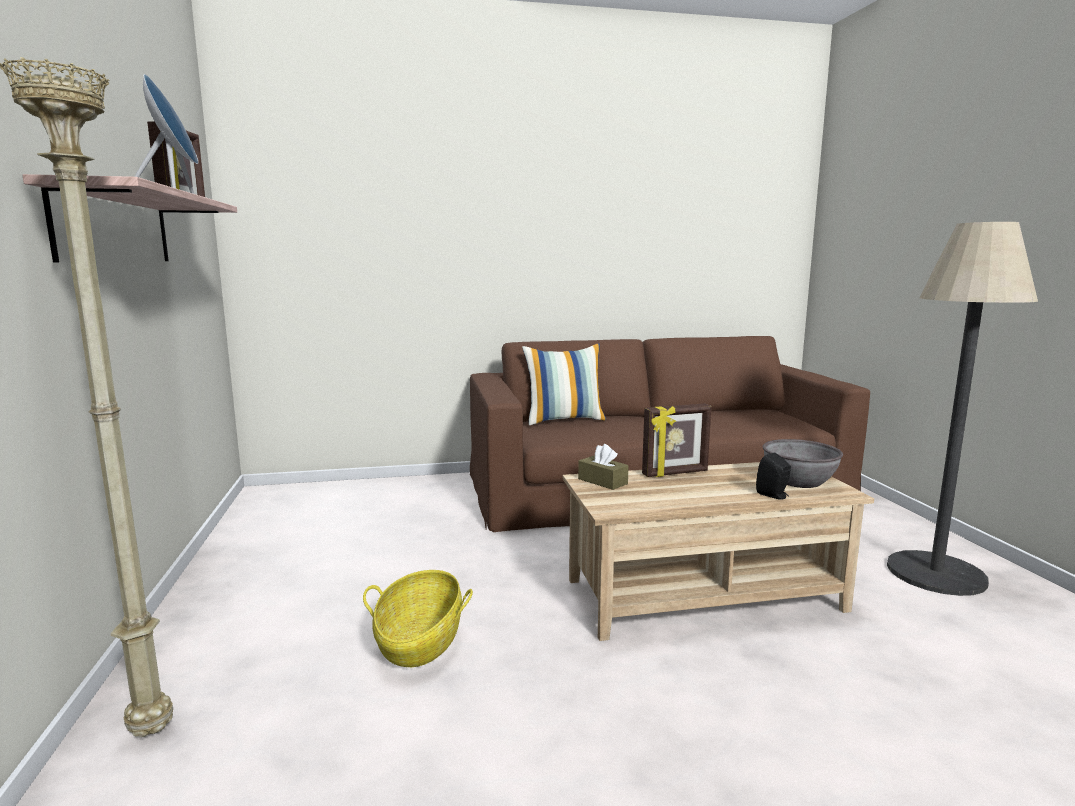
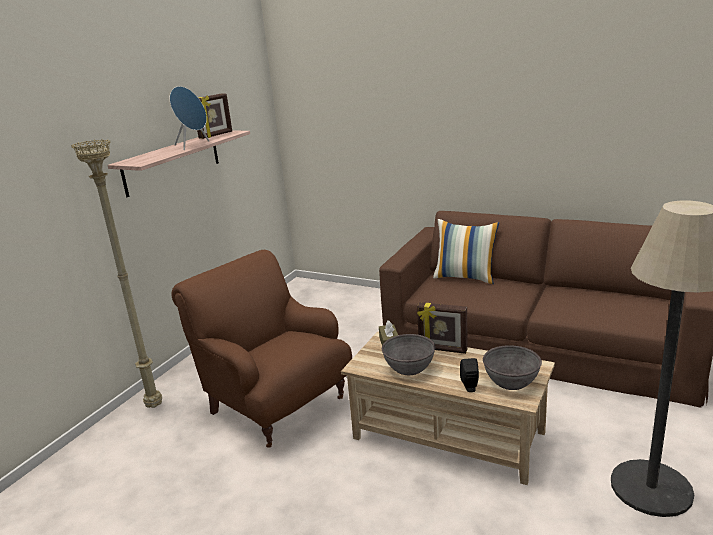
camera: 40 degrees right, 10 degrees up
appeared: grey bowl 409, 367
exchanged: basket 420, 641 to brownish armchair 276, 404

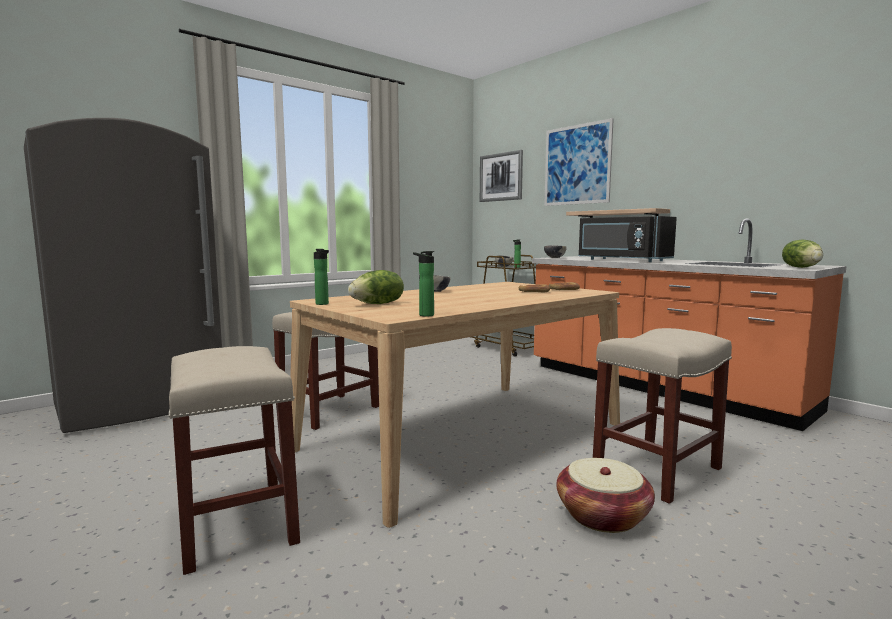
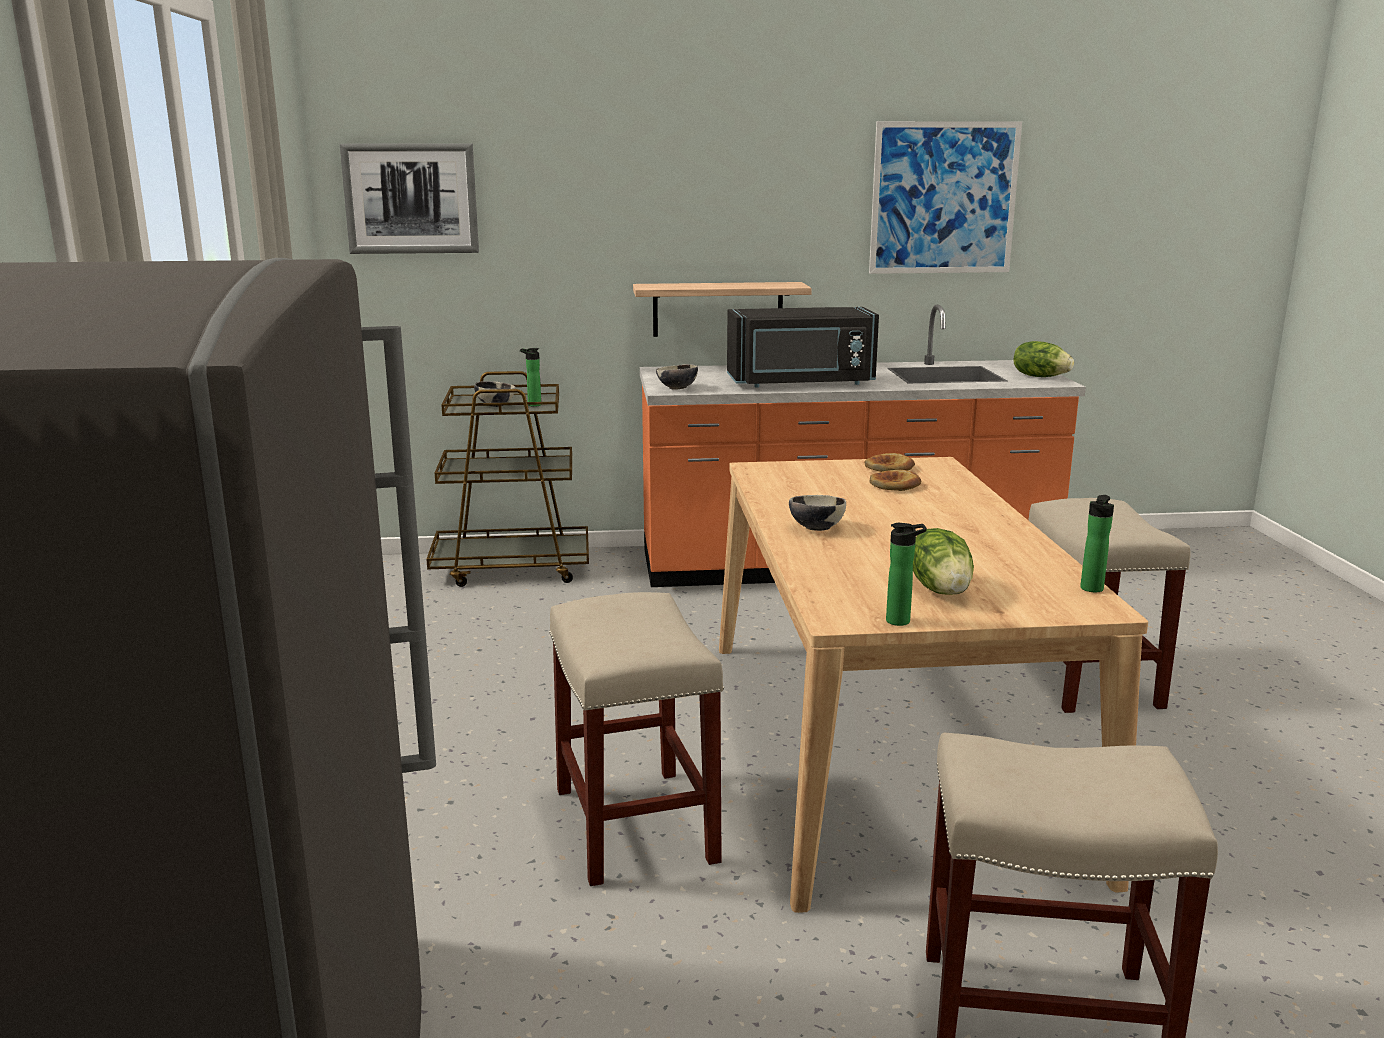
camera: 55 degrees left, 10 degrees up
missing: basket 602, 515
relocated: wall art 577, 165 to 943, 198

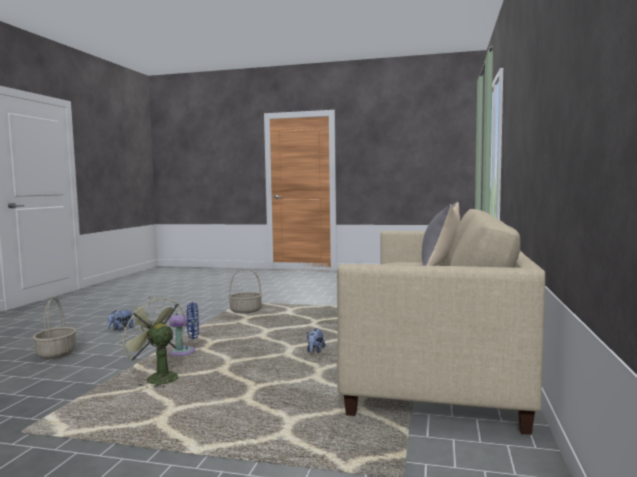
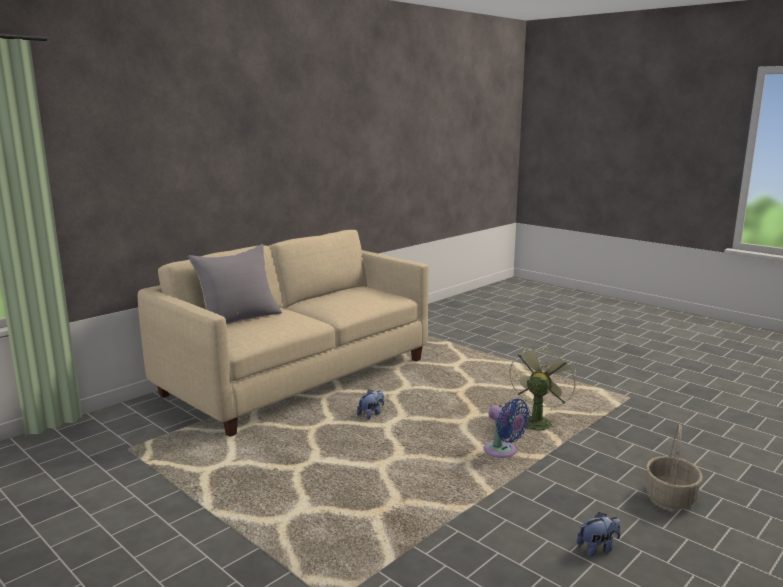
camera: 150 degrees left, 10 degrees up
missing: basket 246, 311
spun: green electric fan 157, 378 = 537, 421 135 degrees counterclockwise; bluish electric fan 185, 352 = 503, 452 150 degrees counterclockwise

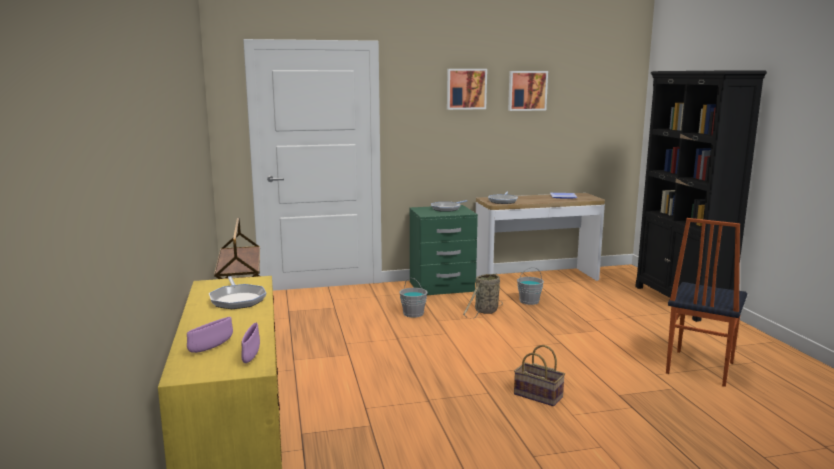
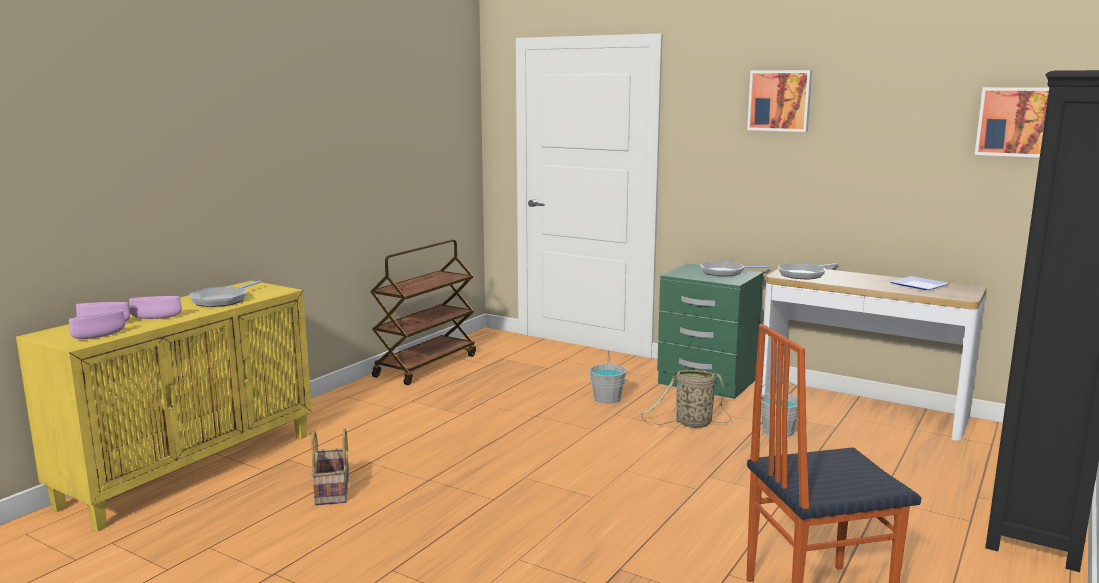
camera: 45 degrees right, 0 degrees up
appeared: purple-coloured bowl 156, 318
relocated: wall art 527, 90 to 1017, 121; basket 539, 395 to 333, 491

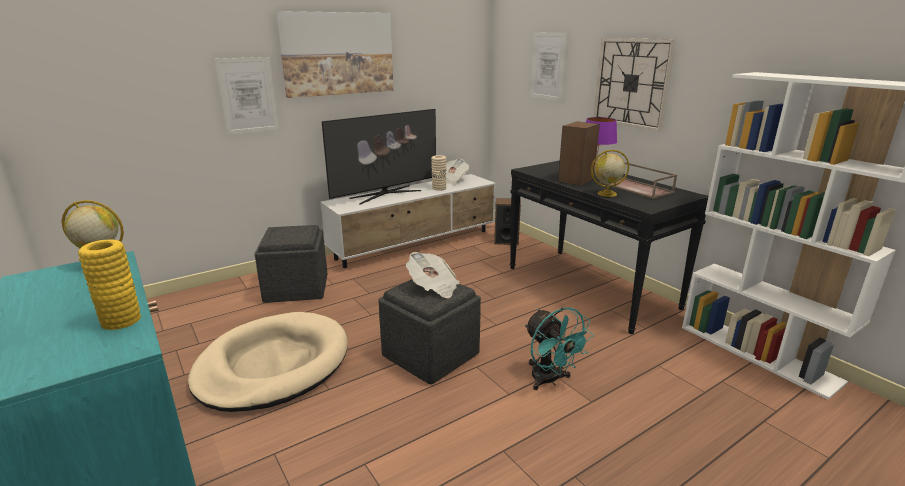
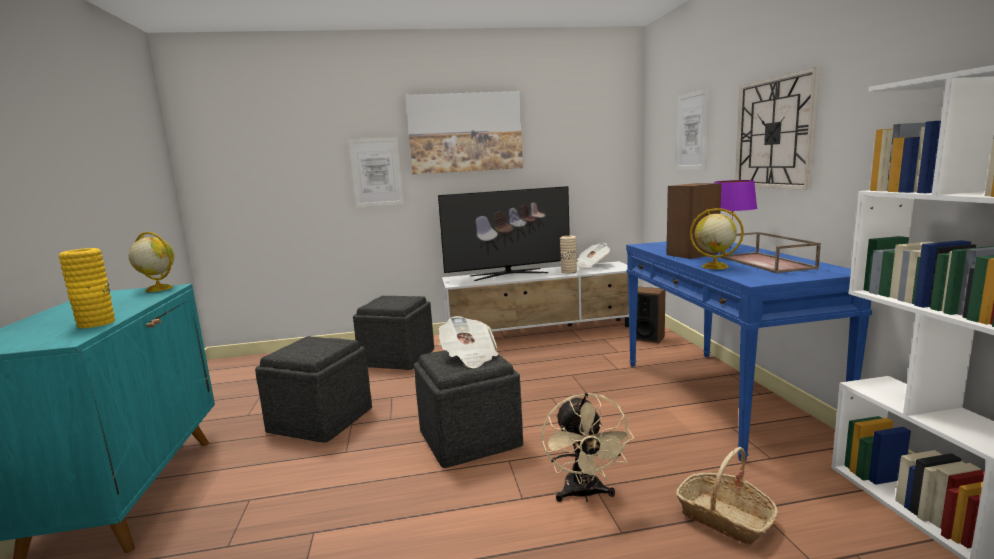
camera: 25 degrees right, 10 degrees down
appeared: basket 724, 518
exchanged: beige dog bed 273, 365 to grey ottoman 319, 421
colour: black hall table 590, 287 to bluish hall table 721, 398; turquoise electric fan 549, 380 to beige electric fan 584, 494

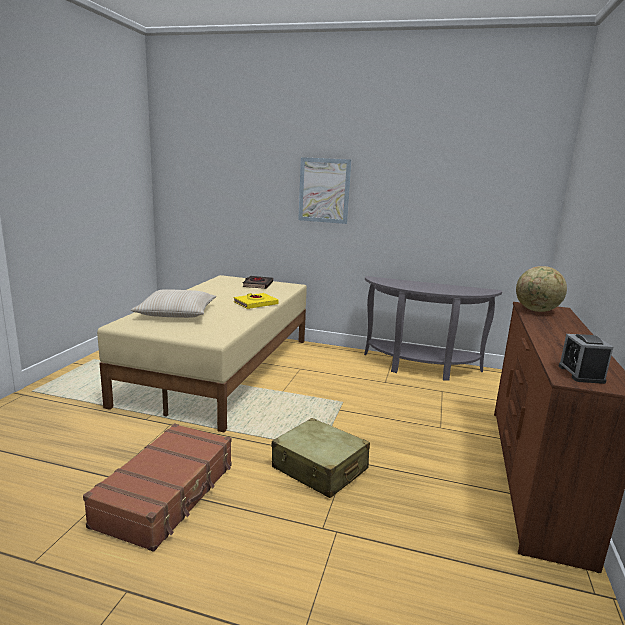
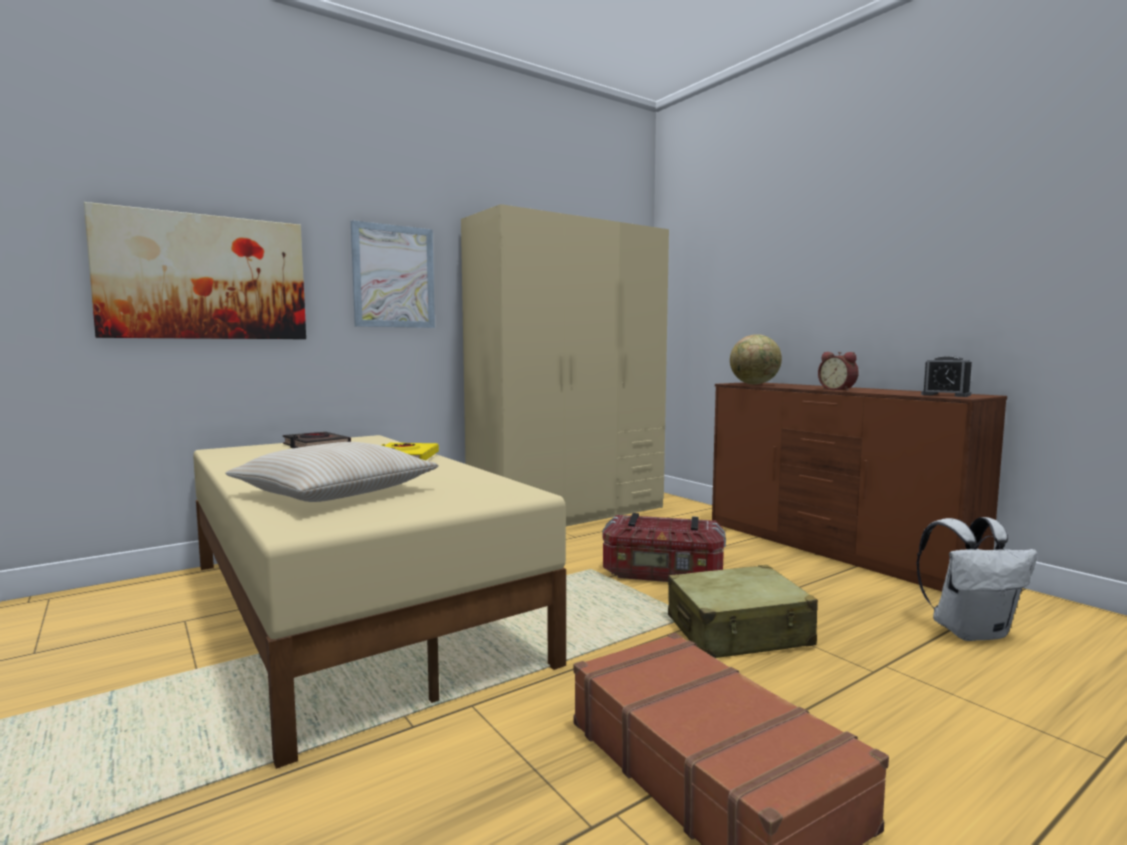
camera: 50 degrees left, 10 degrees down
appeared: wall art 204, 277; storage container 662, 574; table clock 838, 389; whitish backpack 970, 631
exchanged: grey hall table 420, 368 to beige wardrobe 569, 514

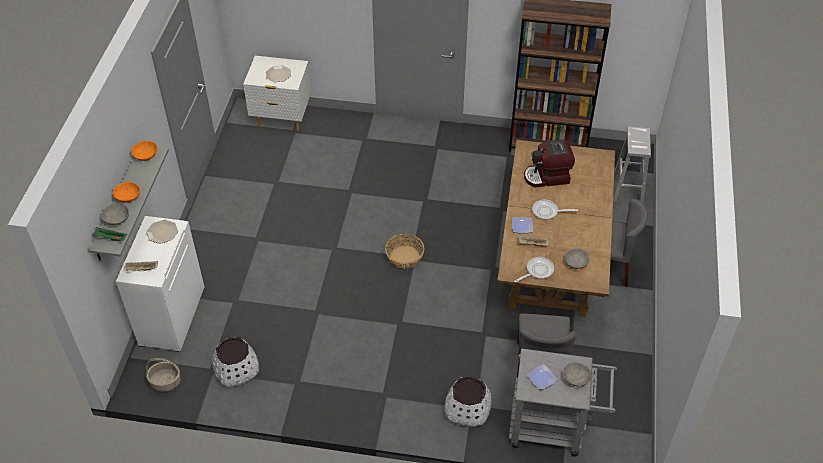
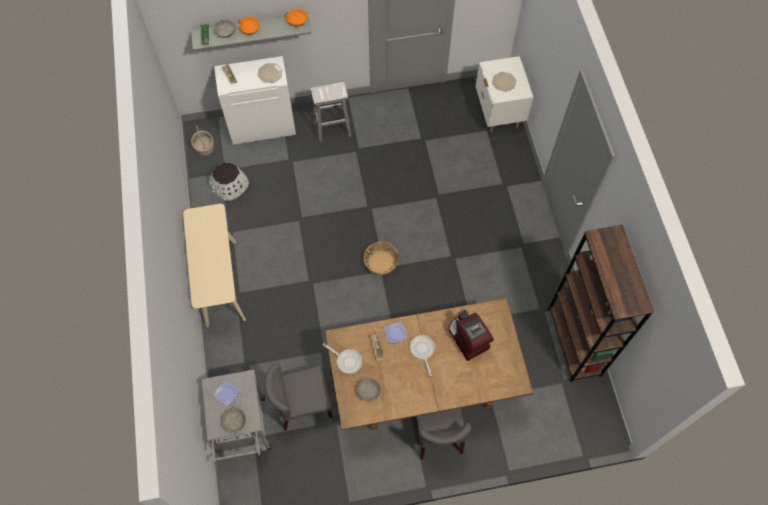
camera: 70 degrees right, 15 degrees up
missing: whitish plant pot 467, 408
appeared: beige hall table 220, 282
relocated: whitish stool seat 627, 189 to 333, 128

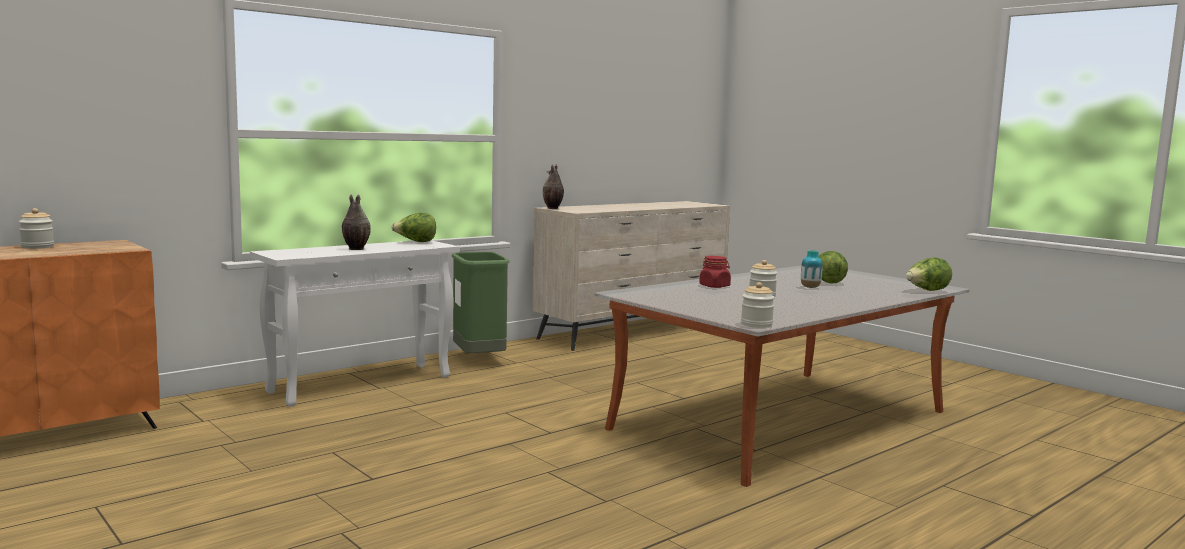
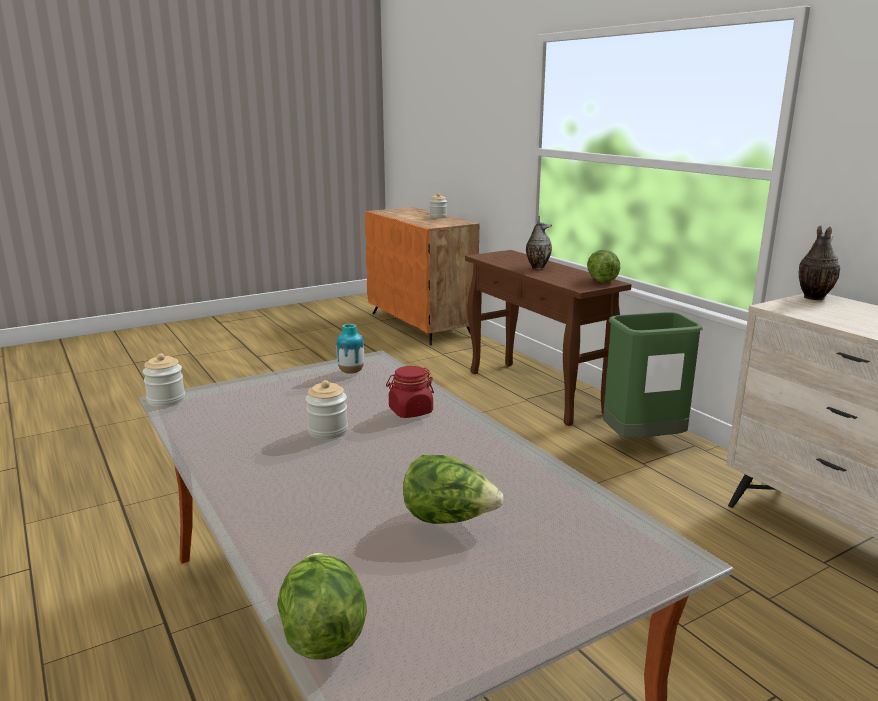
camera: 100 degrees right, 10 degrees up
relocated: vase 810, 287 to 351, 372
colour: whitish hall table 362, 384 to brownish hall table 536, 392

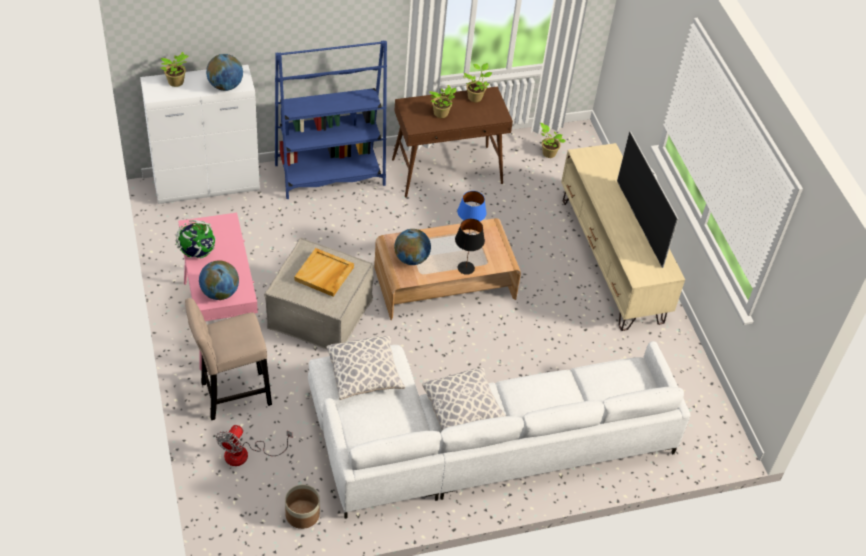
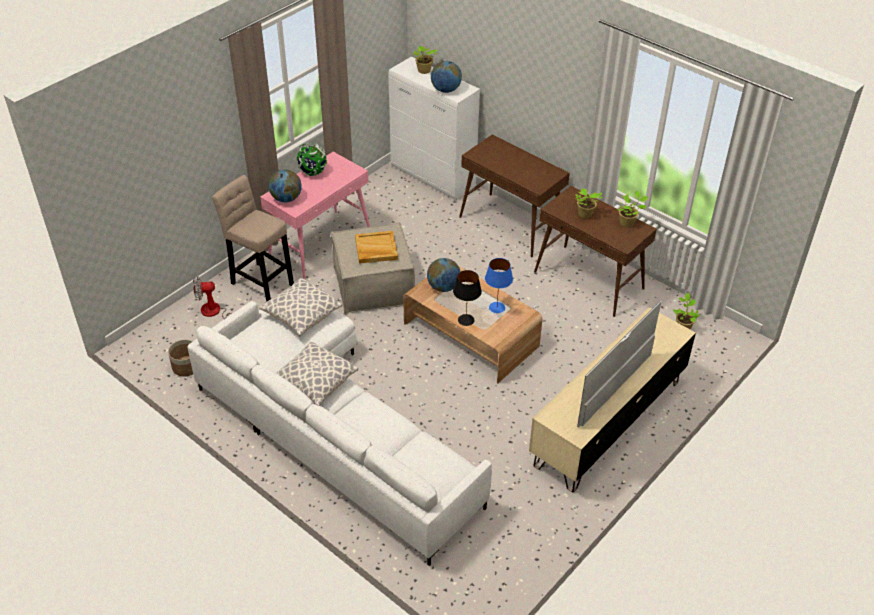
camera: 60 degrees right, 5 degrees down
exchanged: bluish bookcase 330, 175 to brownish hall table 511, 225

